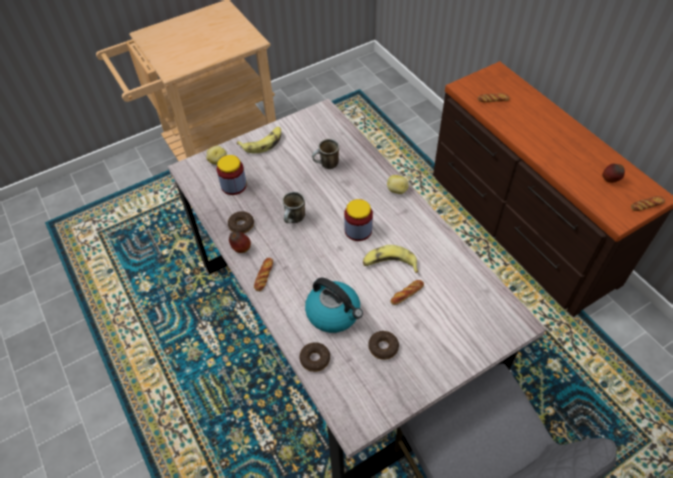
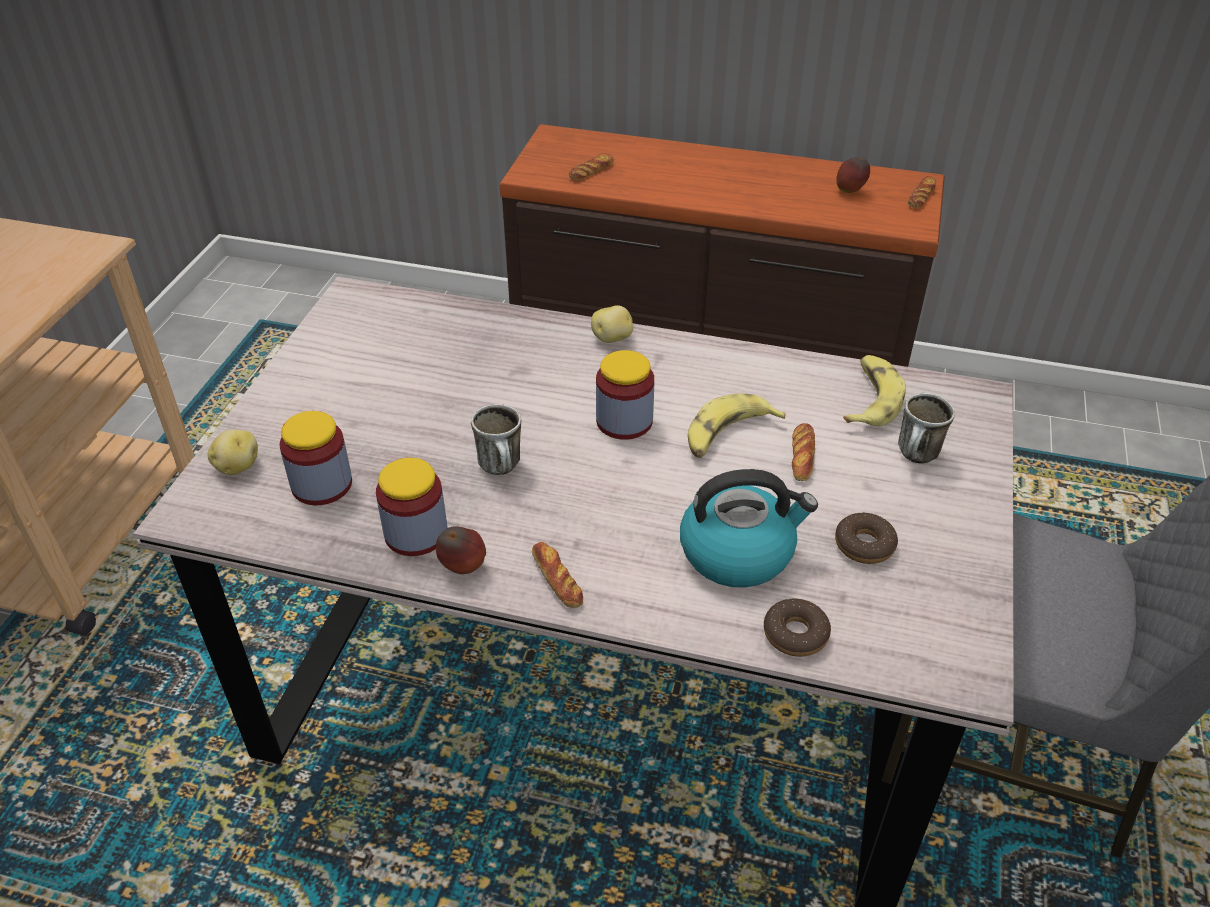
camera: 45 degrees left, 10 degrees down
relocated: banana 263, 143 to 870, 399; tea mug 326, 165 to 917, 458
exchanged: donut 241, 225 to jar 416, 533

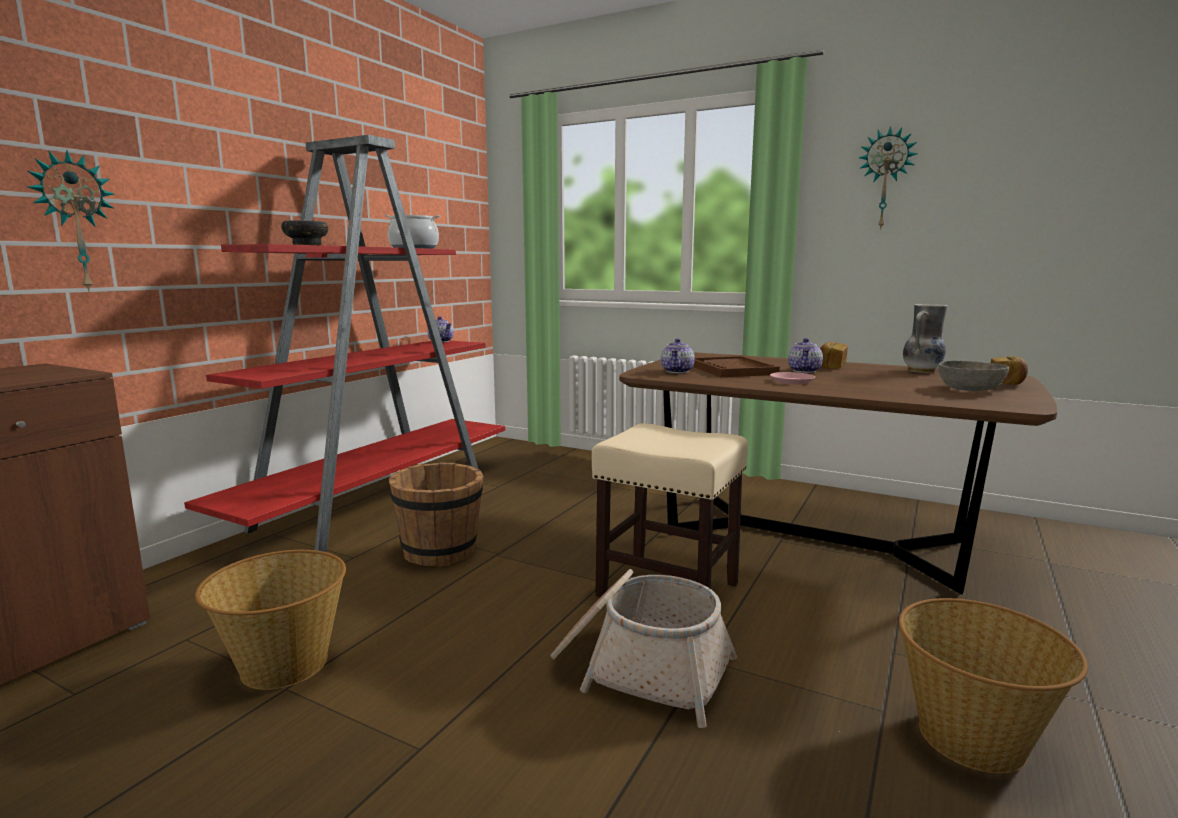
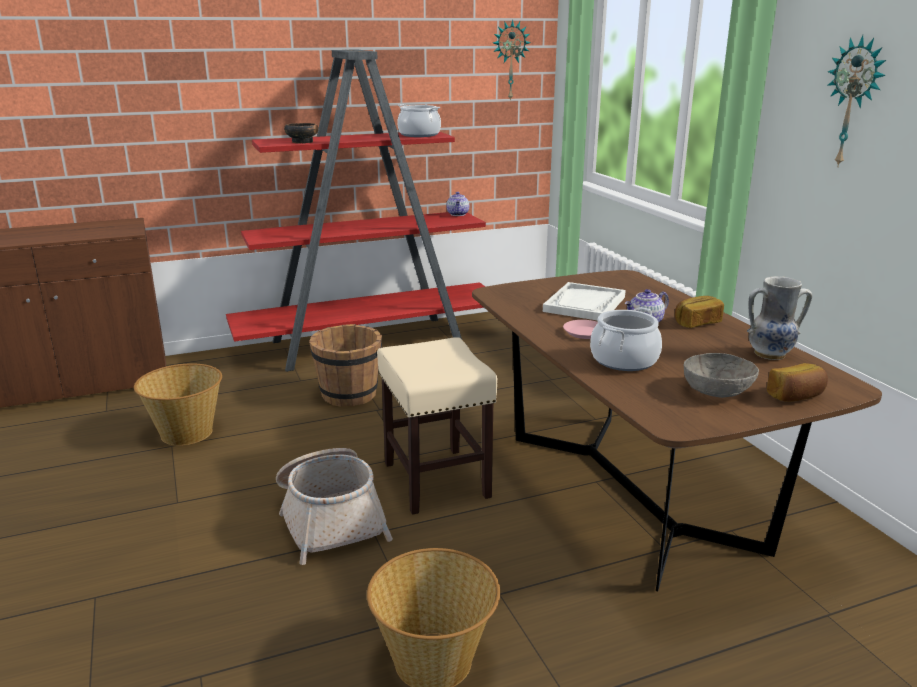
camera: 40 degrees right, 10 degrees up
missing: pot for tea 678, 371
appeared: stockpot 624, 360
relocated: wall clock 74, 222 to 509, 60
colour: brownish serving tray 732, 369 to whitish serving tray 584, 304

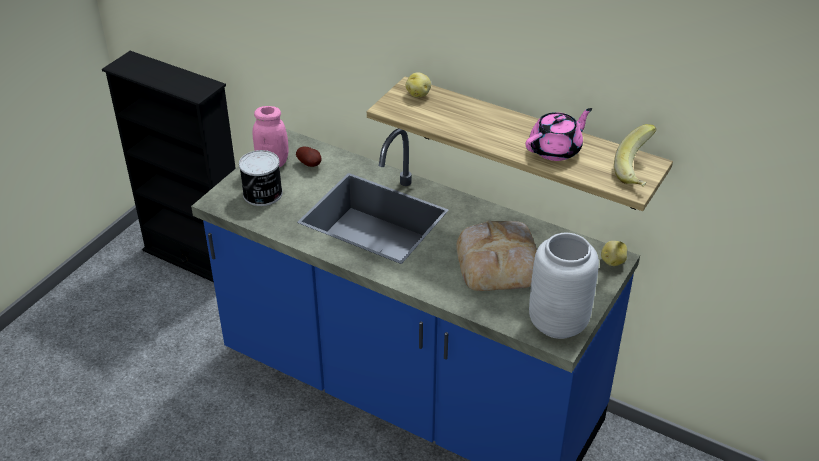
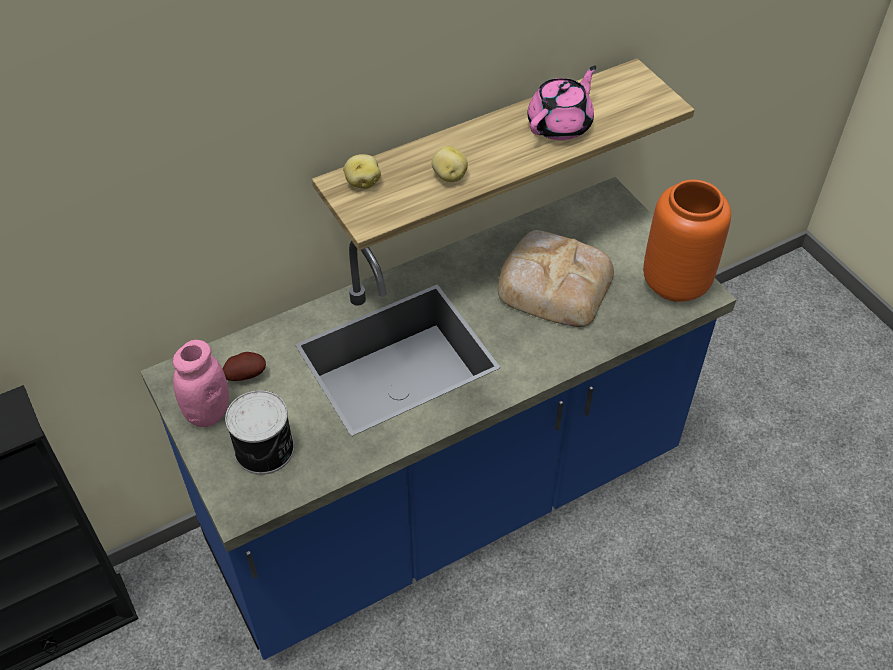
camera: 60 degrees left, 10 degrees up
missing: banana 638, 172
relocated: potato 612, 261 to 449, 176
colour: grey vase 558, 324 to orange vase 677, 283
spun: pink pot for tea 556, 149 = 560, 125 45 degrees clockwise

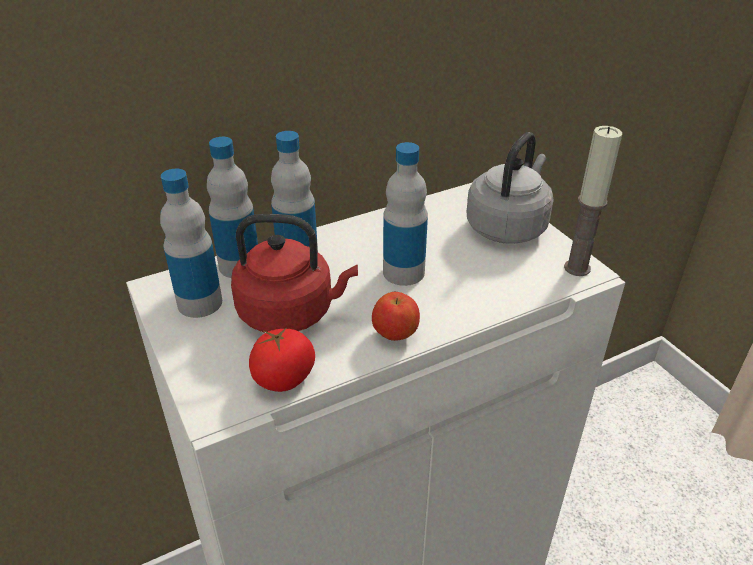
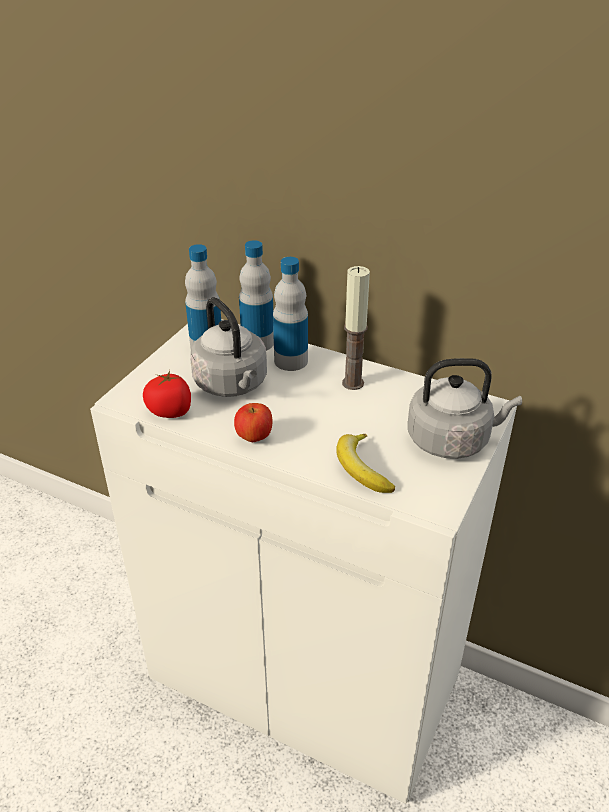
camera: 55 degrees right, 0 degrees up
missing: bottle 403, 272
appeared: banana 361, 469
relocated: candle 577, 268 to 353, 383
colour: reddish tea kettle 291, 313 to grey tea kettle 232, 385

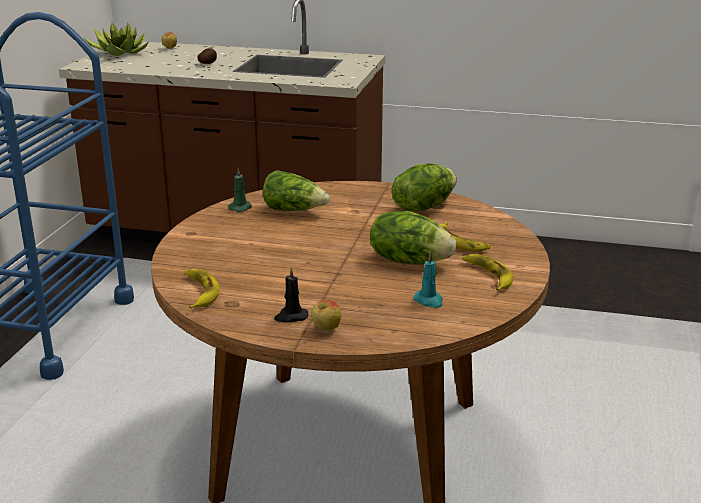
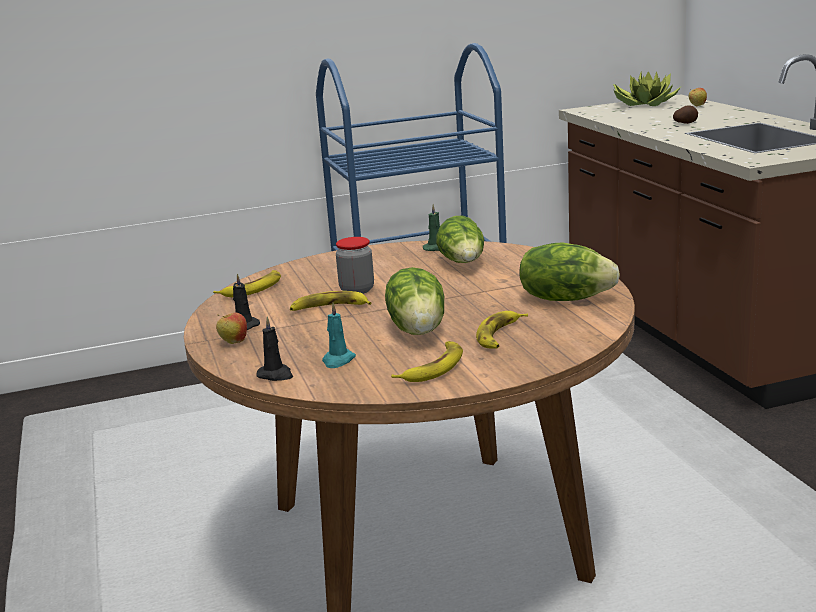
camera: 60 degrees right, 5 degrees down
appeared: black candle 276, 375; banana 329, 308; jar 357, 290

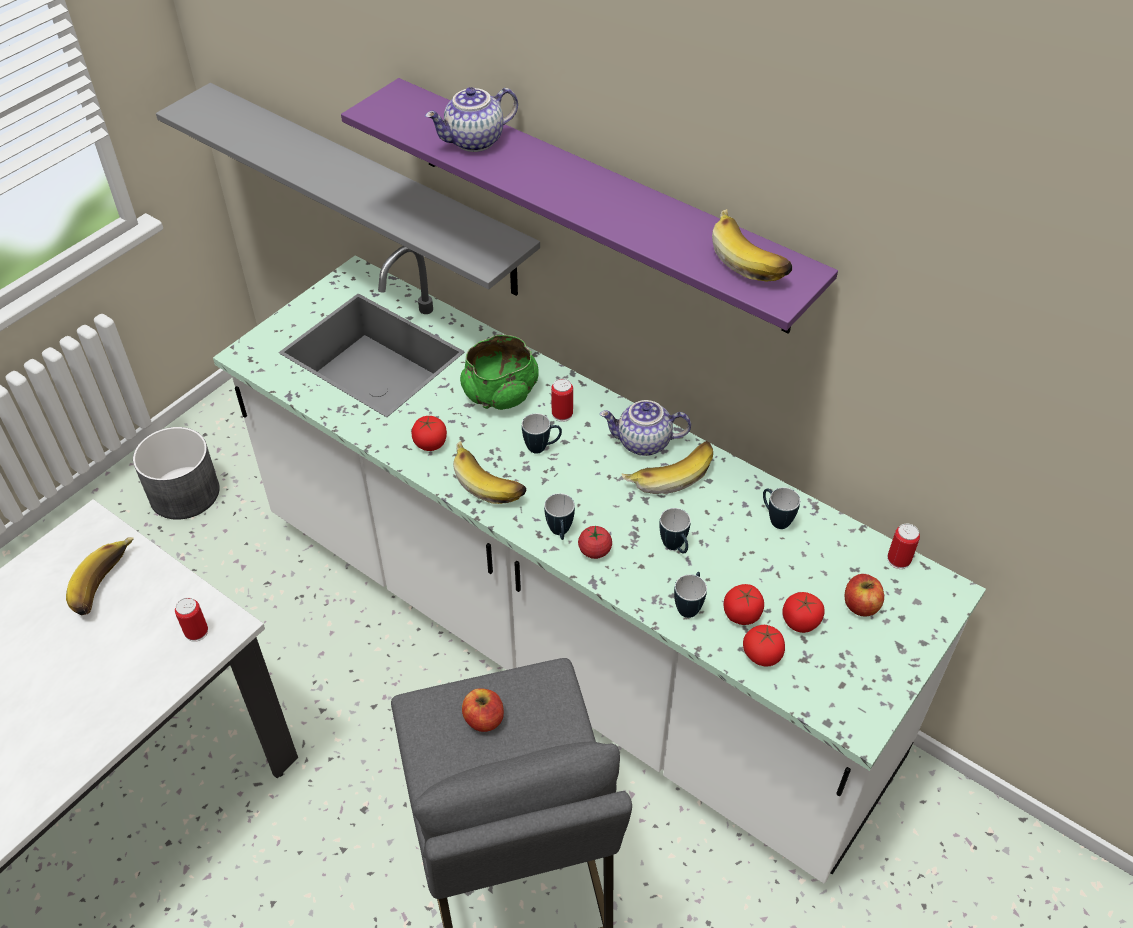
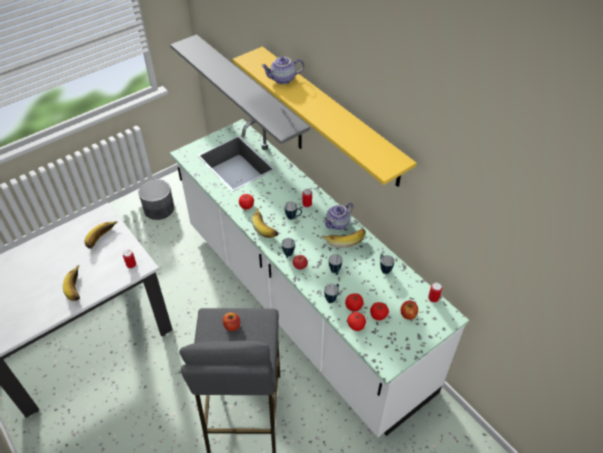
camera: 15 degrees right, 0 degrees up
missing: green bowl 500, 393
relocated: banana 751, 258 to 78, 287
colour: purple-coloured shelf 597, 204 to yellow-coloured shelf 331, 115
spun: pot for tea 643, 443 = 338, 224 60 degrees counterclockwise

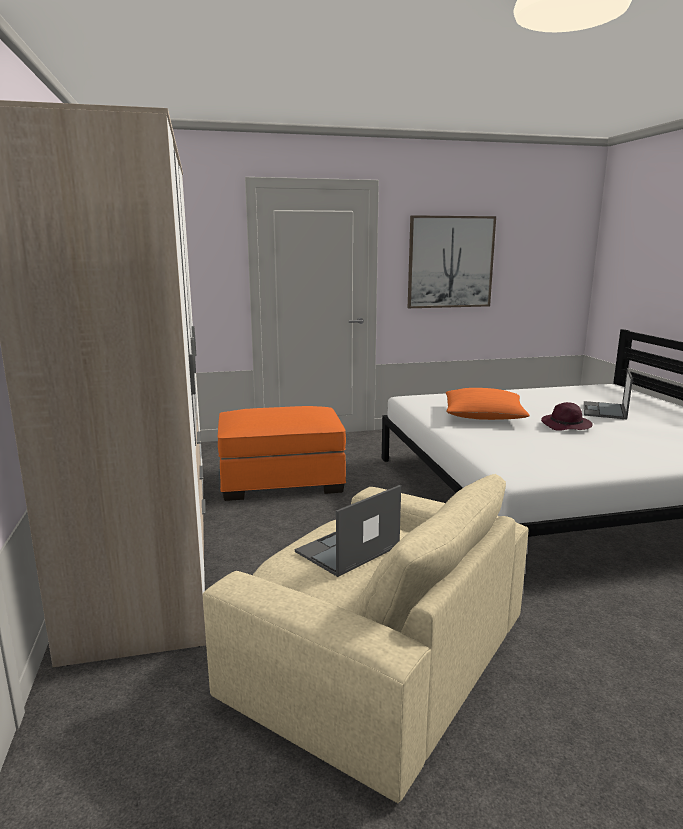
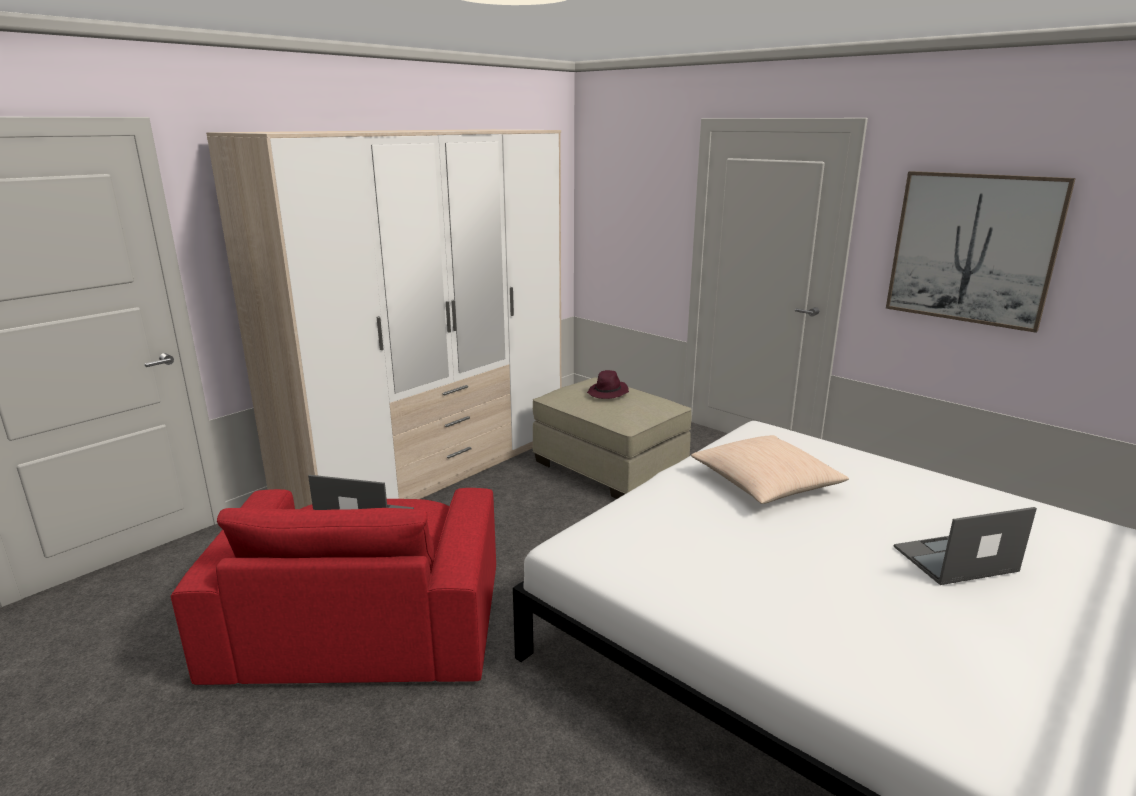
camera: 55 degrees right, 5 degrees up
relocated: purple-coloured clothing hat 566, 426 to 608, 393
colour: beige armchair 376, 655 to reddish armchair 362, 620; orange ottoman 282, 480 to beige ottoman 610, 467; orange pillow 483, 416 to beige pillow 765, 483

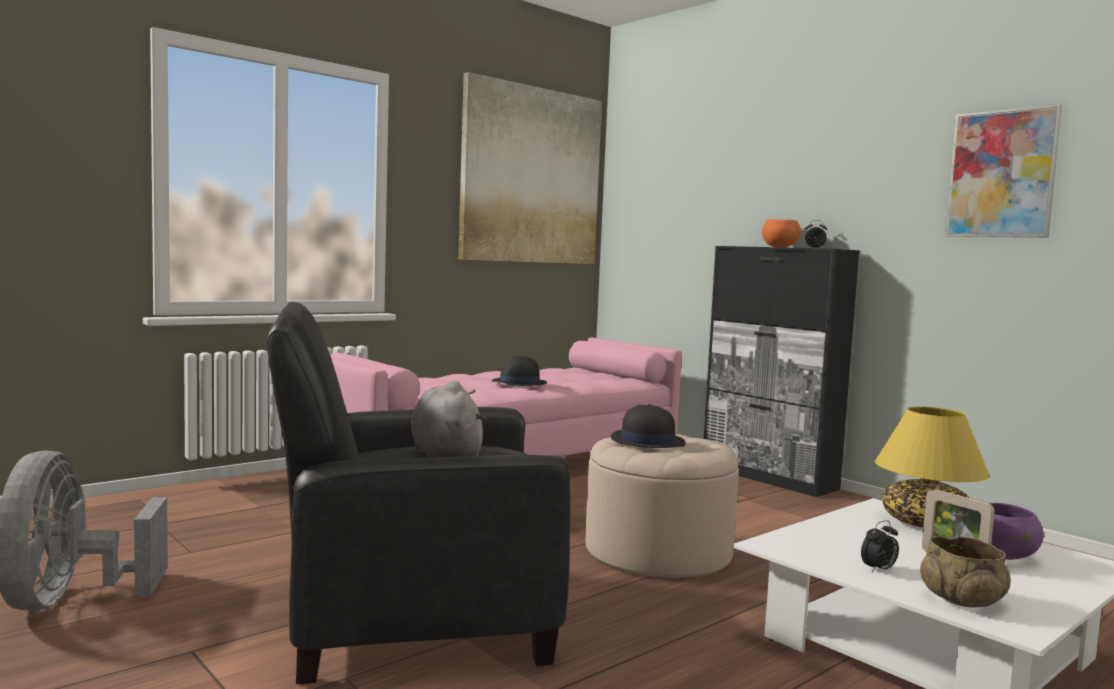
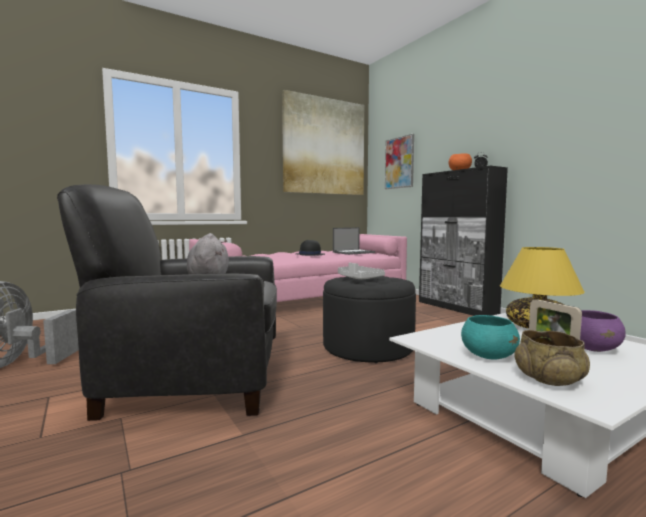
camera: 10 degrees right, 0 degrees up
appeared: portable computer 354, 252
relocated: wall art 1001, 174 to 399, 162
exchanged: black clothing hat 647, 441 to grey serving tray 358, 278; table clock 878, 570 to turquoise bowl 488, 356
colour: beige ottoman 658, 552 to black ottoman 368, 347

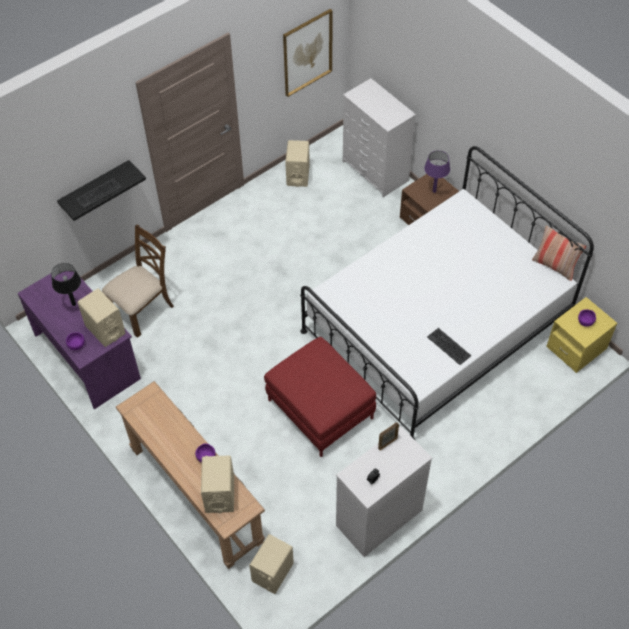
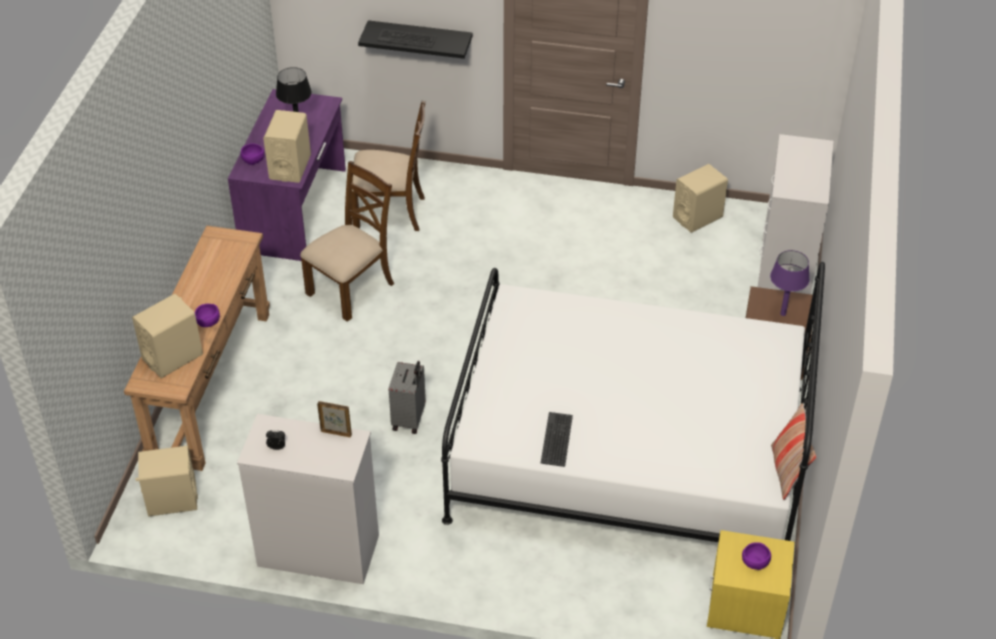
camera: 50 degrees right, 10 degrees down
missing: wall art 307, 52
appeared: brownish chair 351, 288
exchanged: reddish ottoman 321, 409 to grey travel case 409, 419

